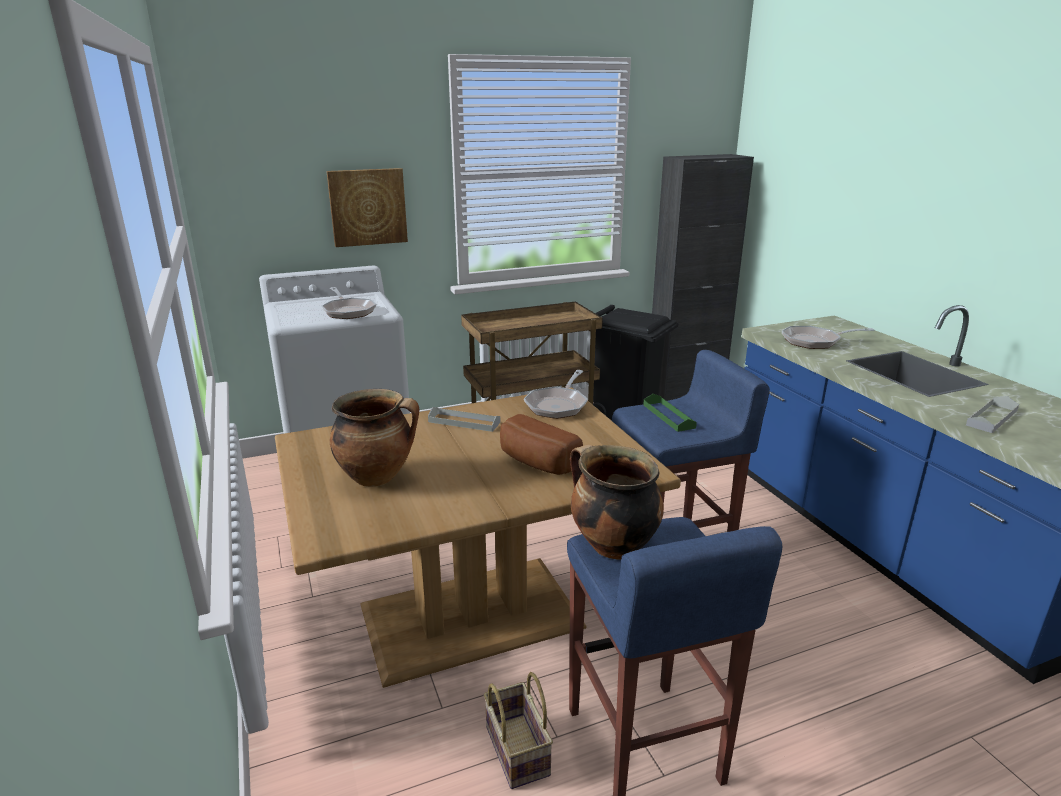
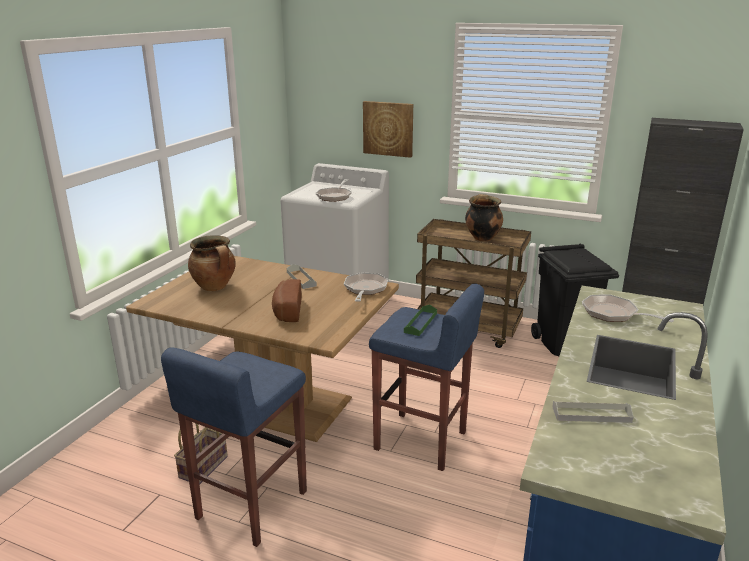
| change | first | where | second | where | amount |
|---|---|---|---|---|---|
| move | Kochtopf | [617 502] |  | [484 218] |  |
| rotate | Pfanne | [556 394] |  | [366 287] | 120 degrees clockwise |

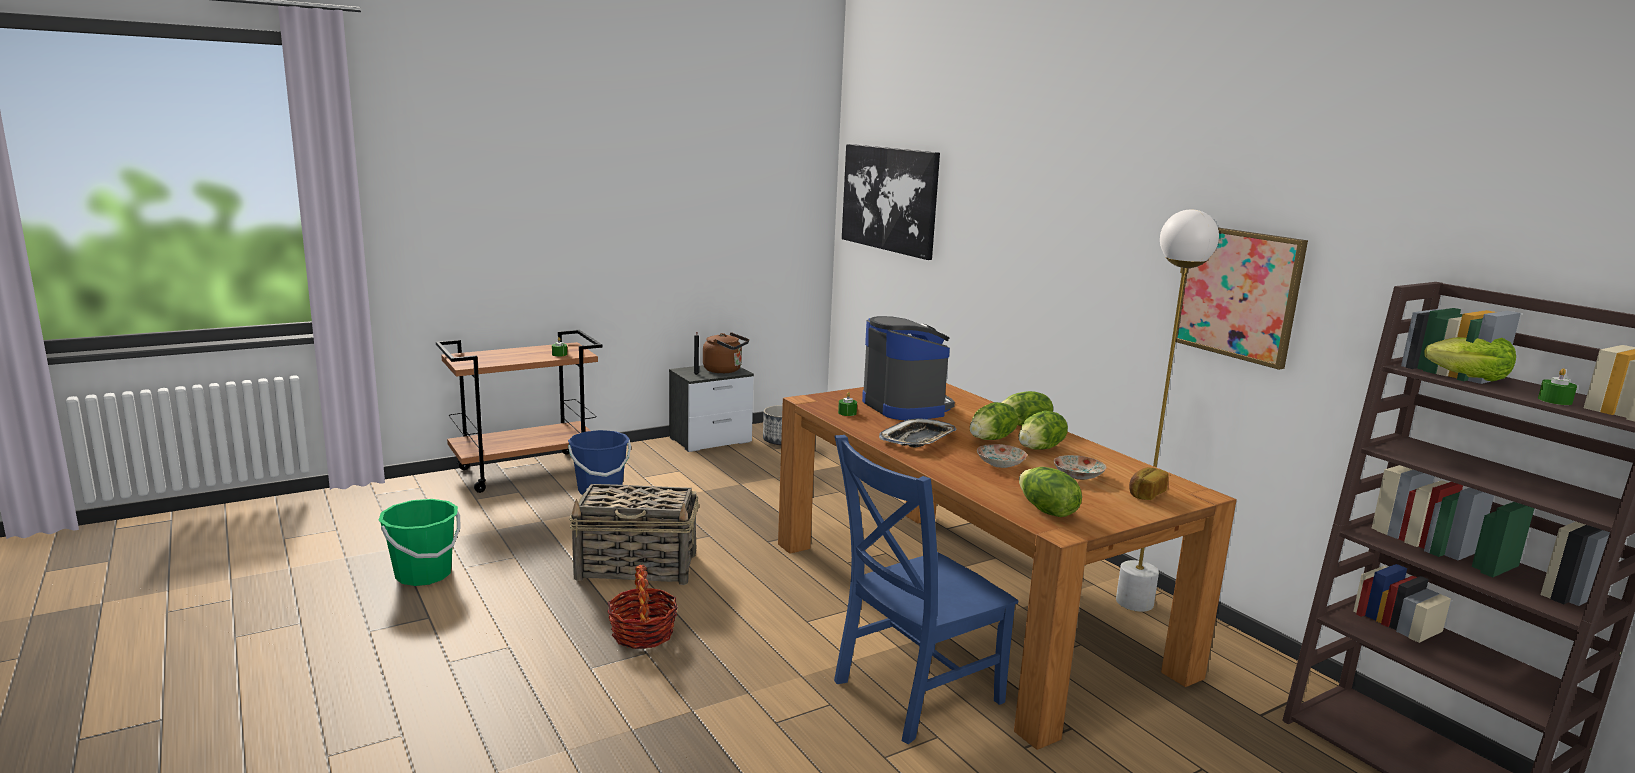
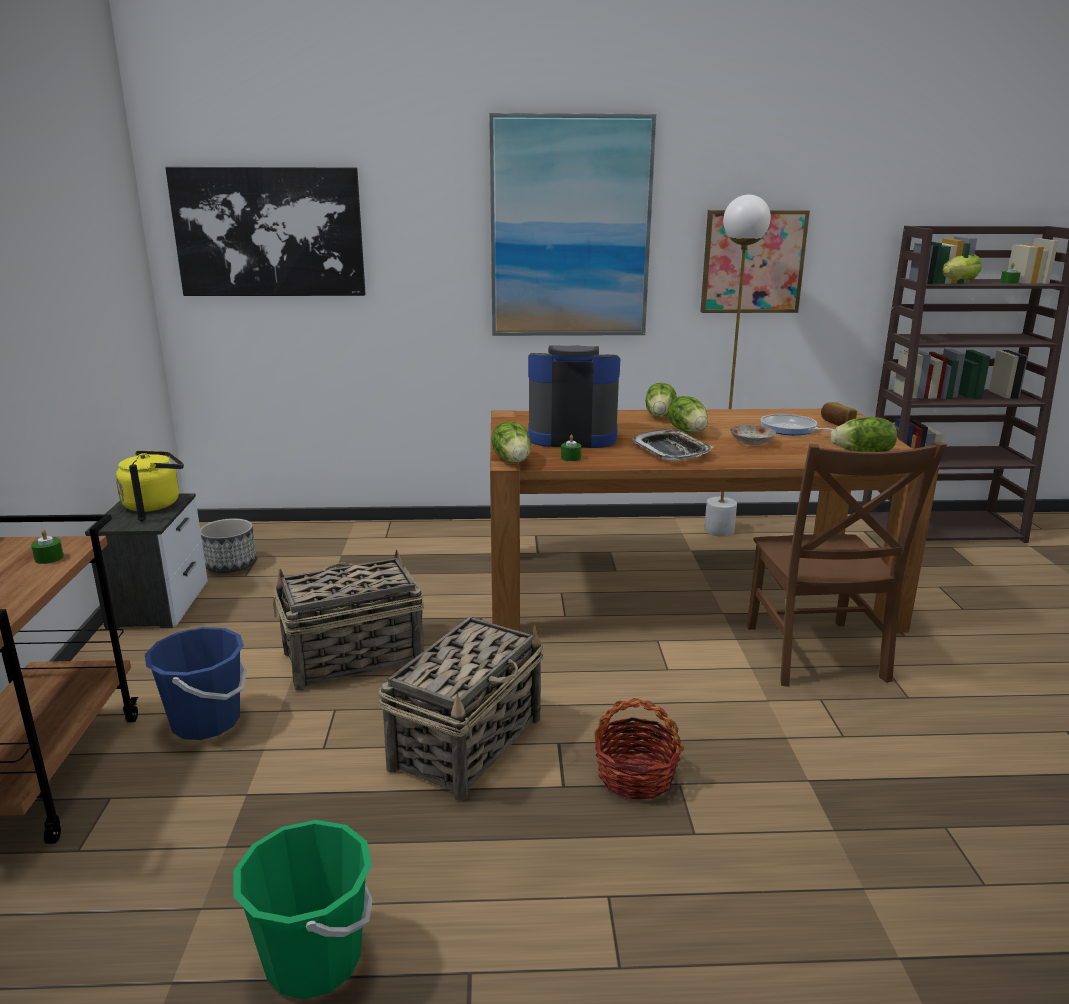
| change | first | where | second | where | amount |
|---|---|---|---|---|---|
| insert |  |  | Korb | [348 620] |  |
| insert |  |  | Bild | [572 224] |  |
| move | Salatkopf | [1043 430] |  | [511 442] |  |
| replace | Teller | [1080 467] | Pfanne | [797 424] |  |
| recolor | Wasserkessel [braun] | [726 352] | Wasserkessel [gelb] | [150 481] |  |
| recolor | Stuhl [blau] | [926 589] | Stuhl [braun] | [847 564] |  |

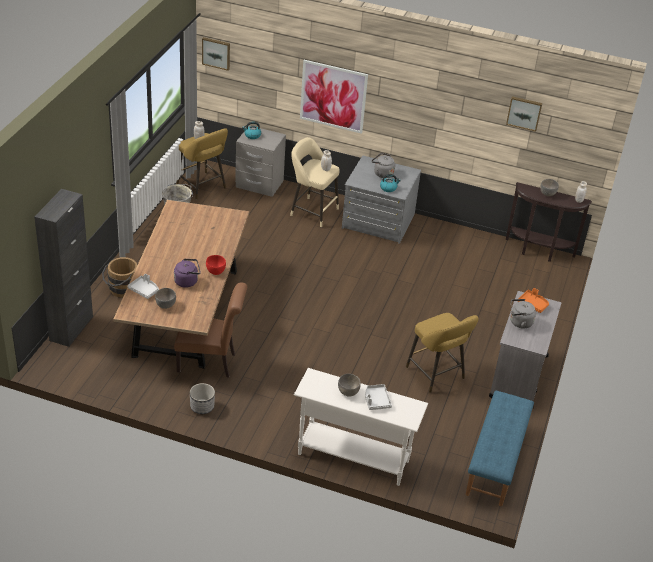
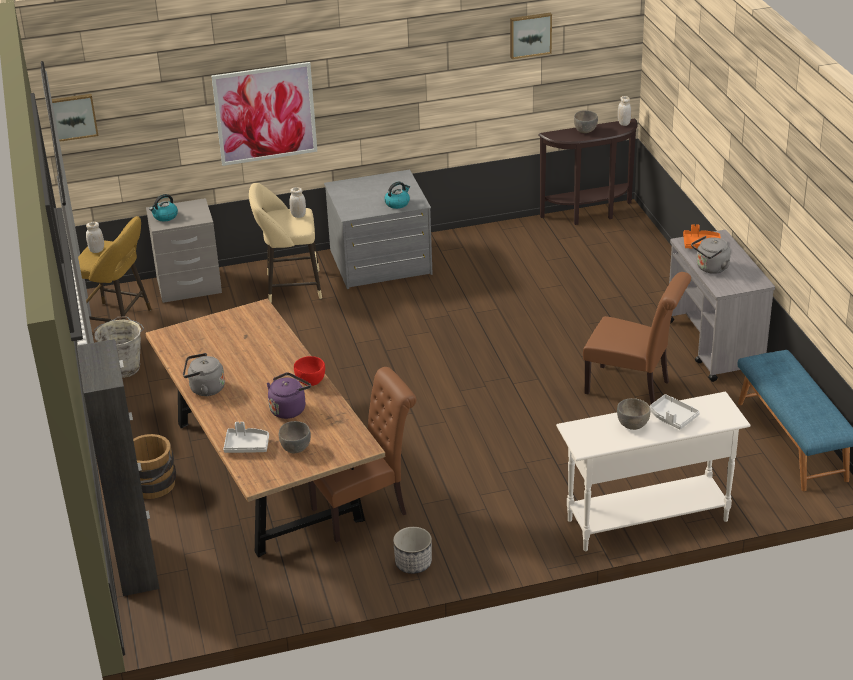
| change | first | where | second | where | amount |
|---|---|---|---|---|---|
| move | Wasserkessel [grau] | [383 165] |  | [204 374] |  |
| replace | Hocker [gelb] | [442 353] | Stuhl [braun] | [637 338] |  |

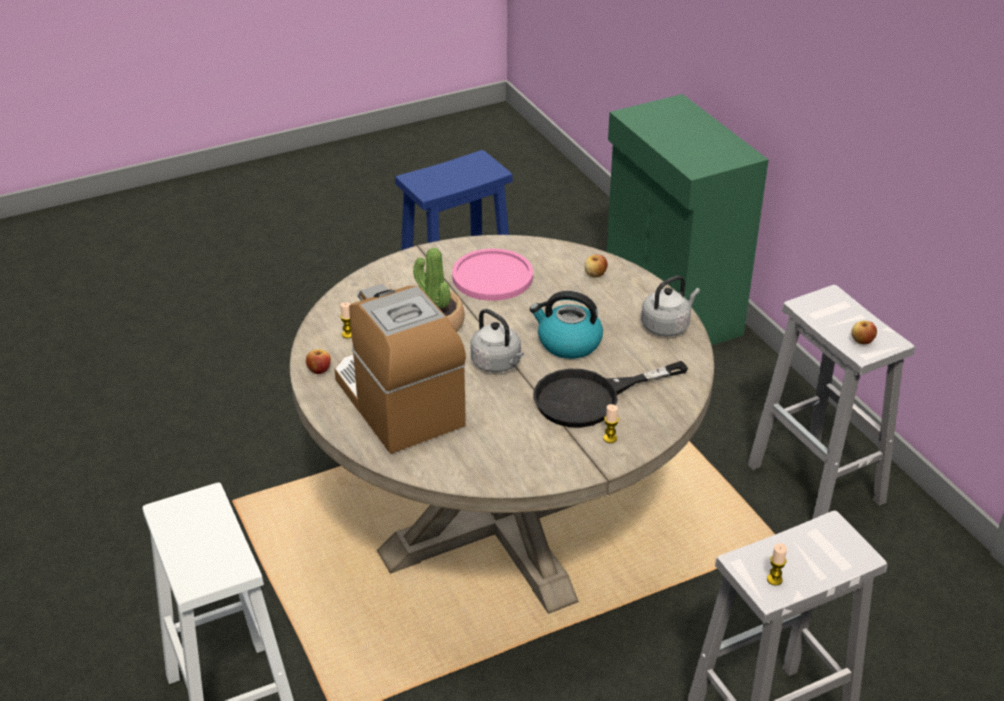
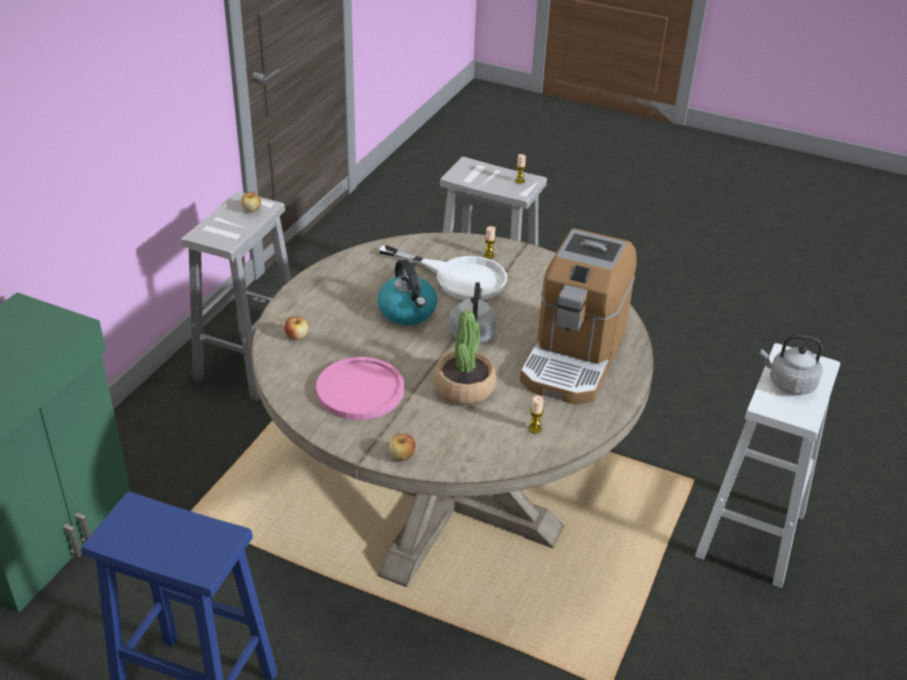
| change | first | where | second | where | amount |
|---|---|---|---|---|---|
| move | Apfel | [318 361] |  | [402 447] |  |
| move | Wasserkessel [grau] | [670 305] |  | [791 365] |  |
| recolor | Pfanne [schwarz] | [610 394] | Pfanne [weiß] | [443 272] |  |

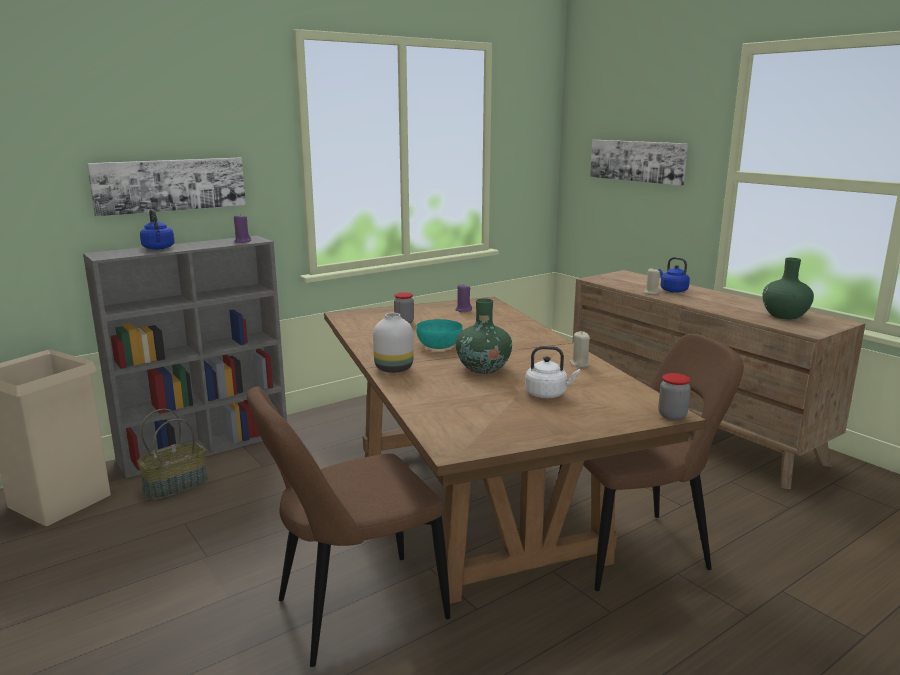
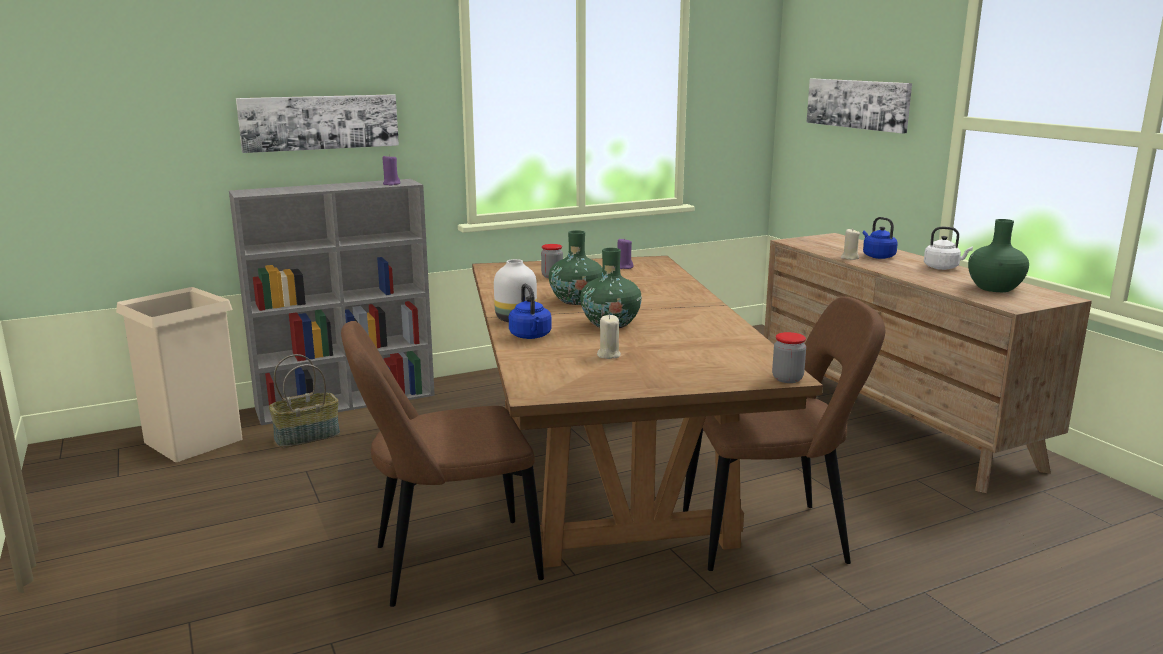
| change | first | where | second | where | amount |
|---|---|---|---|---|---|
| move | Wasserkessel [blau] | [157 229] |  | [530 311] |  |
| move | Wasserkessel [weiß] | [552 372] |  | [948 248] |  |
| move | Kerze [beige] | [579 349] |  | [609 337] |  |
| replace | Schüssel [türkis] | [439 334] | Vase [grün] | [575 267] |  |

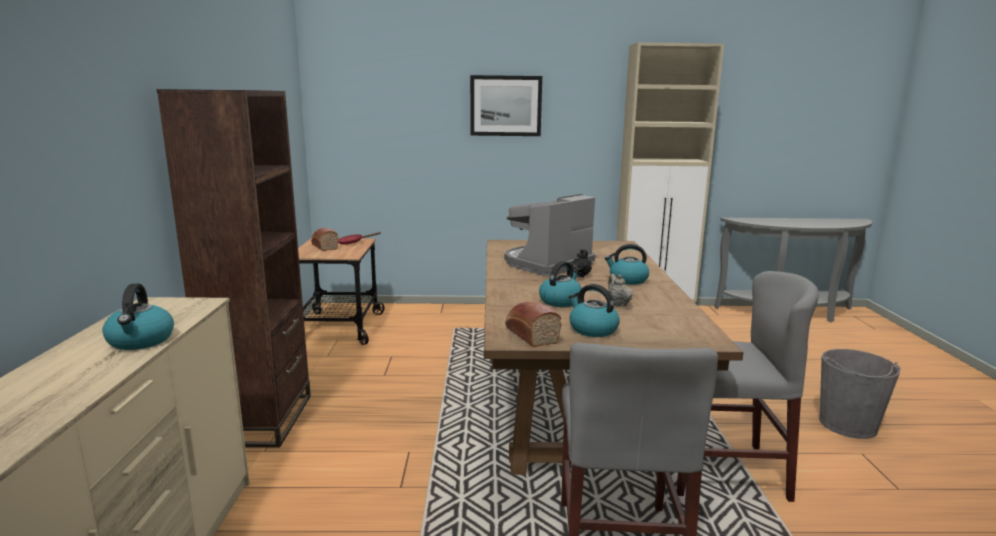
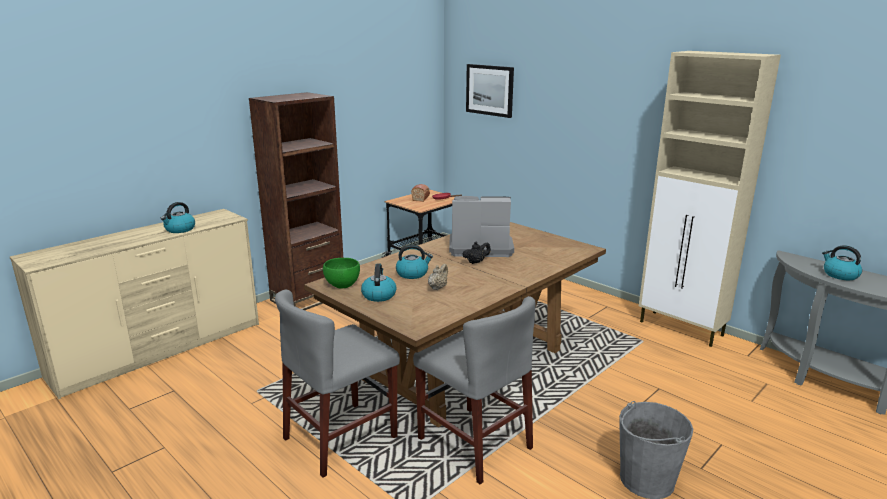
| change | first | where | second | where | amount |
|---|---|---|---|---|---|
| move | Bild | [506 105] |  | [490 91] |  |
| move | Wasserkessel | [627 264] |  | [842 262] |  |
| replace | Brot | [533 324] | Schüssel [grün] | [341 273] |  |

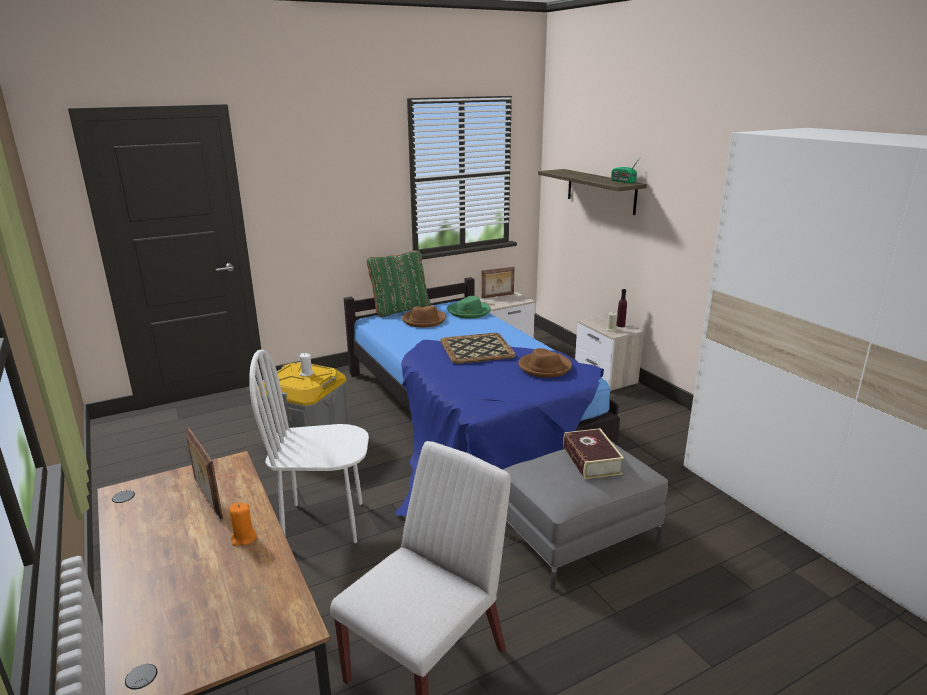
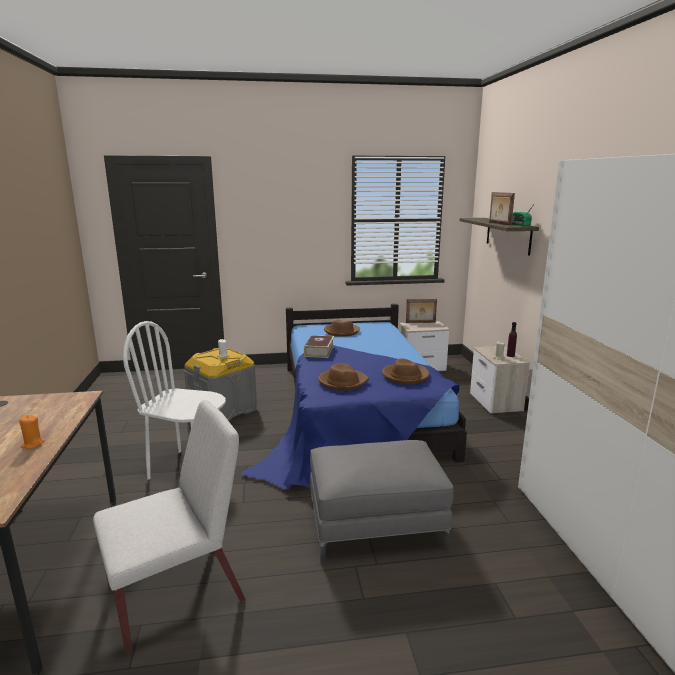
| change | first | where | second | where | amount |
|---|---|---|---|---|---|
| delete | Kissen [grün] | [399 283] |  |  |  |
| delete | Tablett | [478 348] |  |  |  |
| delete | Hut [grün] | [469 307] |  |  |  |
| insert |  |  | Hut [braun] | [343 377] |  |
| move | Bilderrahmen | [204 473] |  | [502 209] |  |
| move | Buch | [593 453] |  | [319 346] |  |

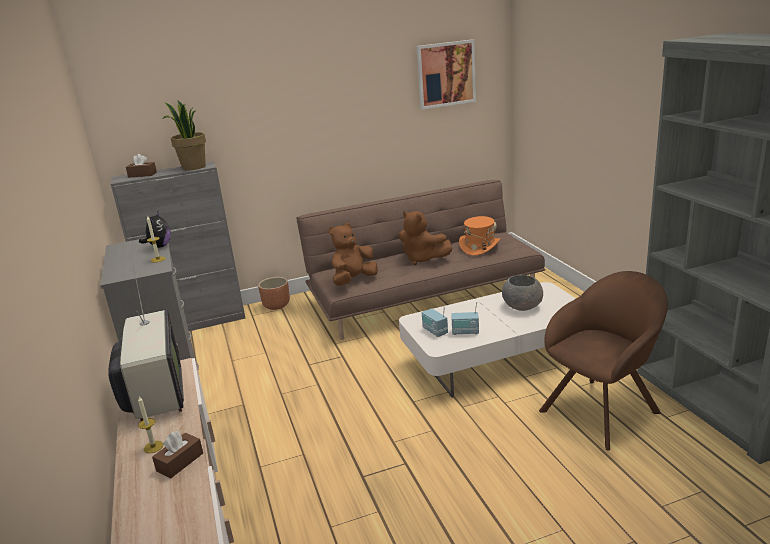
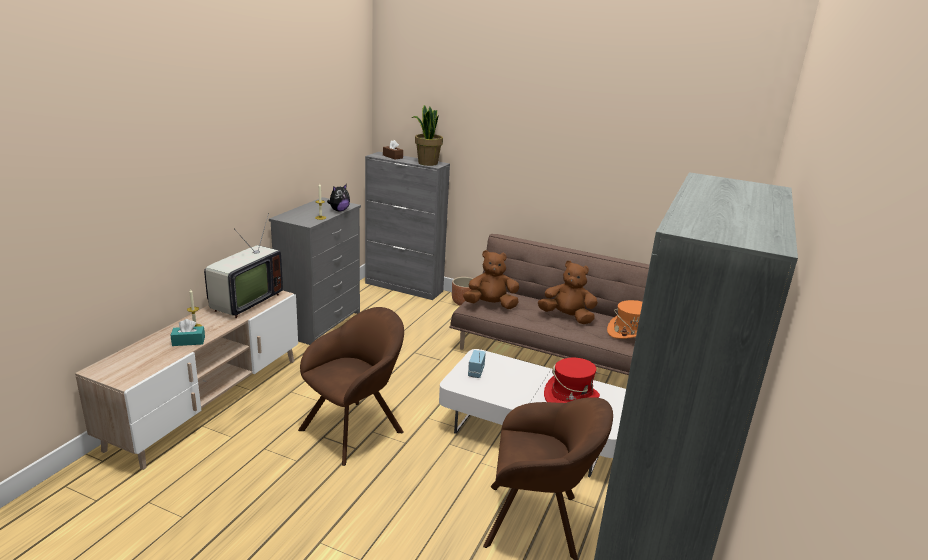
| change | first | where | second | where | amount |
|---|---|---|---|---|---|
| delete | Bild | [446 74] |  |  |  |
| delete | Radio | [465 318] |  |  |  |
| insert |  |  | Sessel [braun] | [351 386] |  |
| replace | Schüssel [grau] | [522 293] | Hut [rot] | [572 380] |  |
| recolor | Taschentuchbox [braun] | [177 454] | Taschentuchbox [türkis] | [188 332] |  |
| rotate | Plüschtier [braun] | [425 238] |  | [568 292] | 120 degrees clockwise |

